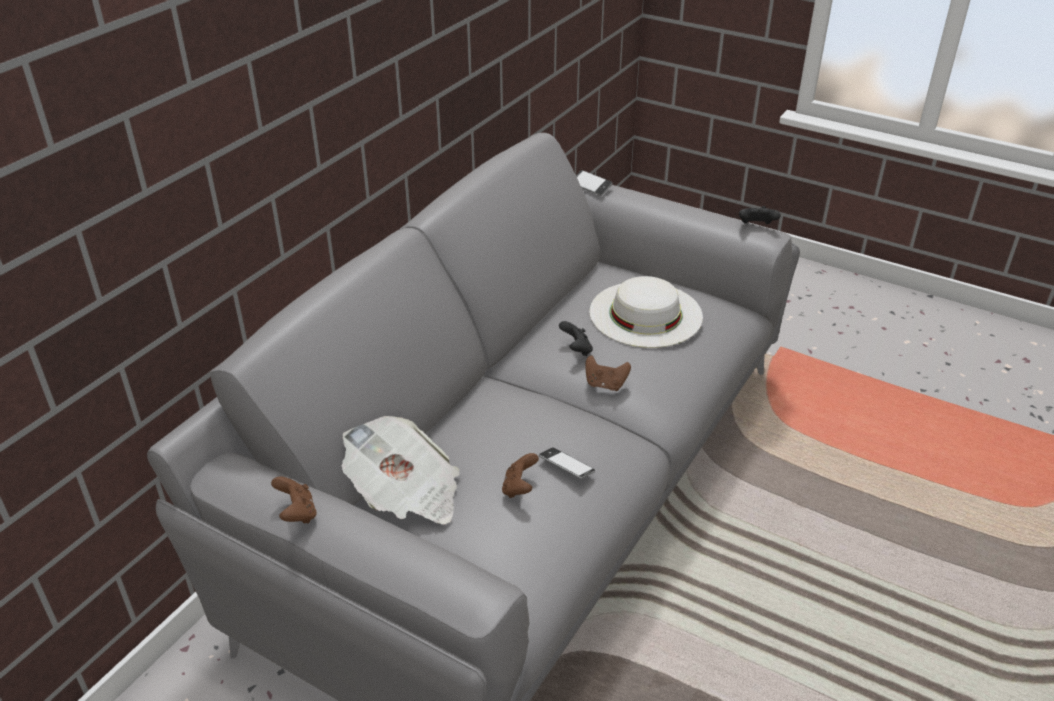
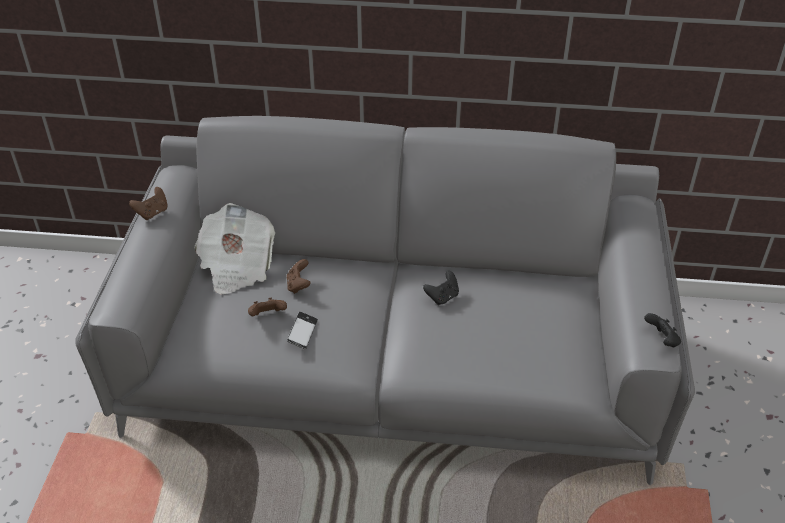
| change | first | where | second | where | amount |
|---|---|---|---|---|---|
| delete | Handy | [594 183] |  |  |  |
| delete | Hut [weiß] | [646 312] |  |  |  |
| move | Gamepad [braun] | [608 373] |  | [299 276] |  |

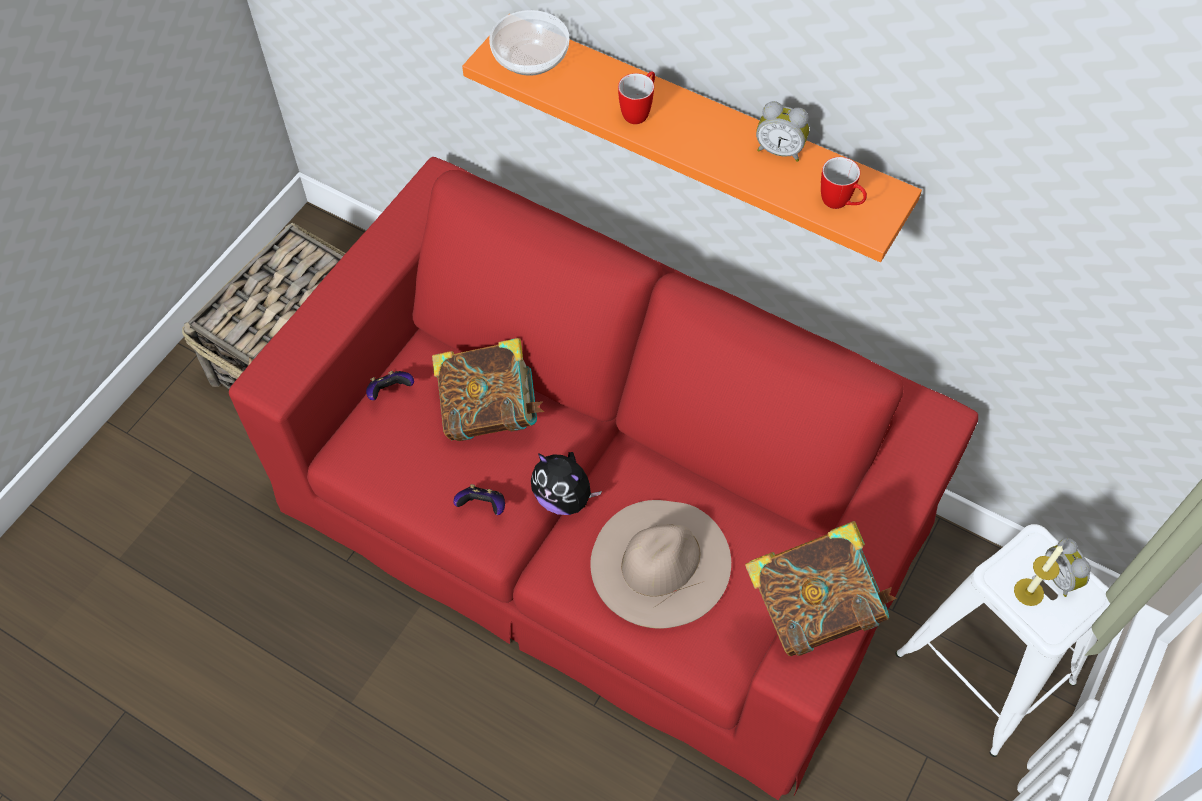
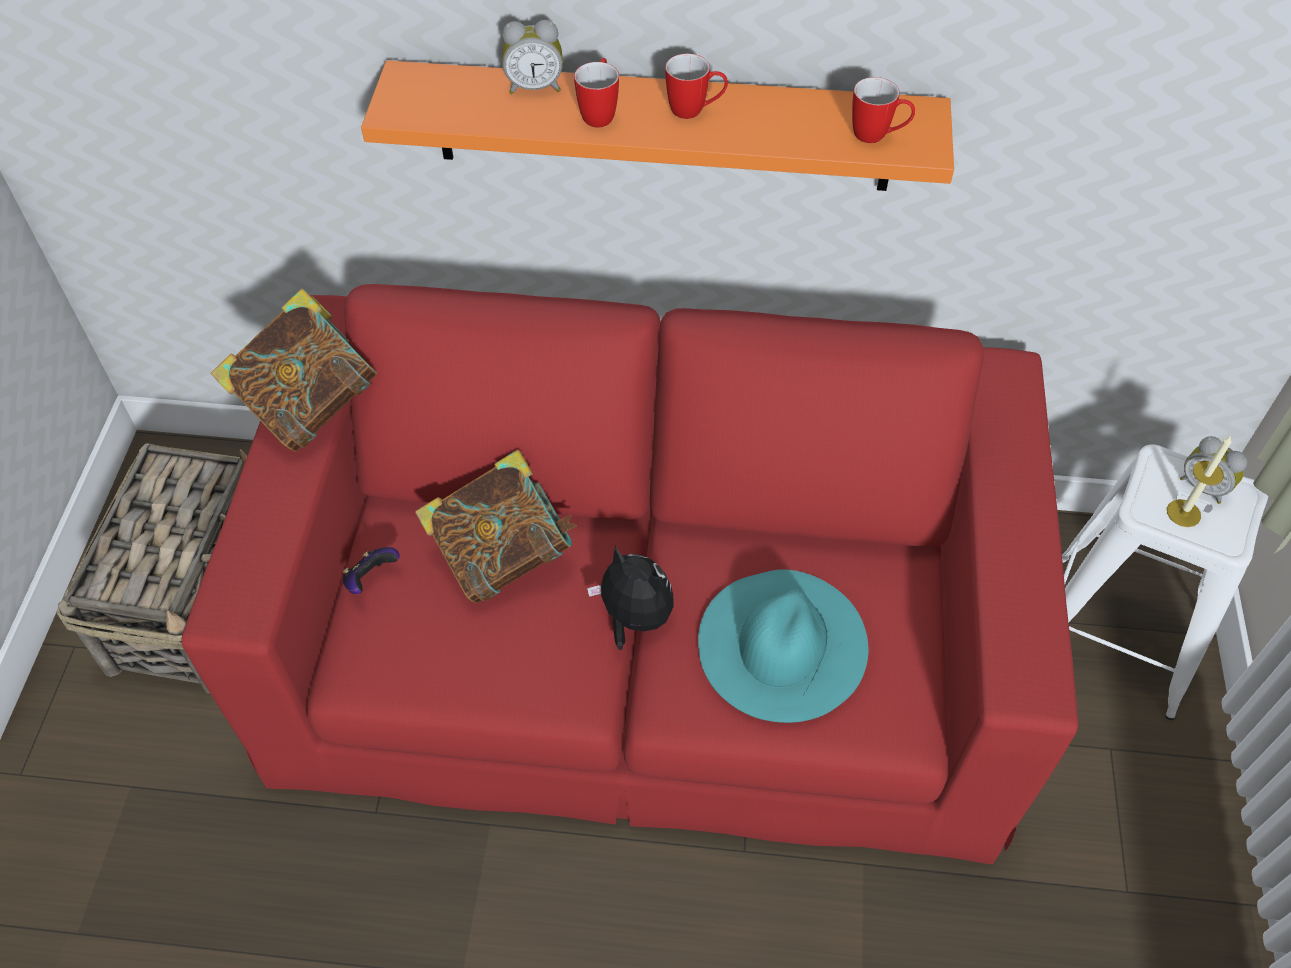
| change | first | where | second | where | amount |
|---|---|---|---|---|---|
| delete | Gamepad | [479 499] |  |  |  |
| delete | Schüssel | [529 43] |  |  |  |
| insert |  |  | Henkelbecher | [696 86] |  |
| move | Buch | [821 588] |  | [294 370] |  |
| move | Wecker | [782 131] |  | [532 57] |  |
| recolor | Hut [beige] | [660 564] | Hut [türkis] | [783 646] |  |
| rotate | Plüschtier | [566 483] |  | [630 598] | 150 degrees counterclockwise |

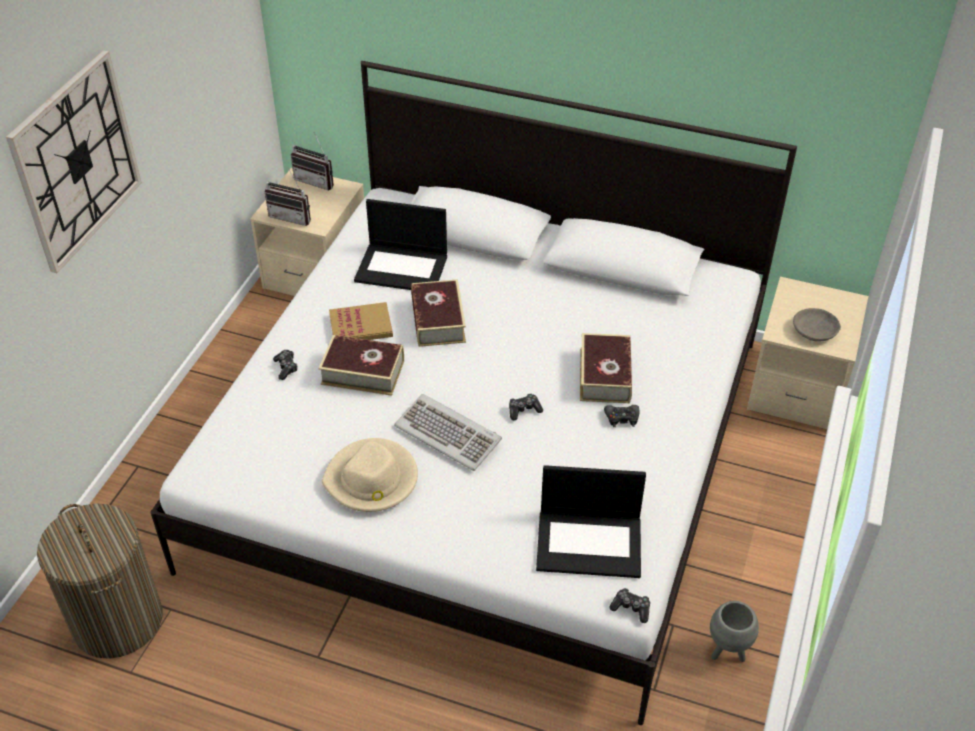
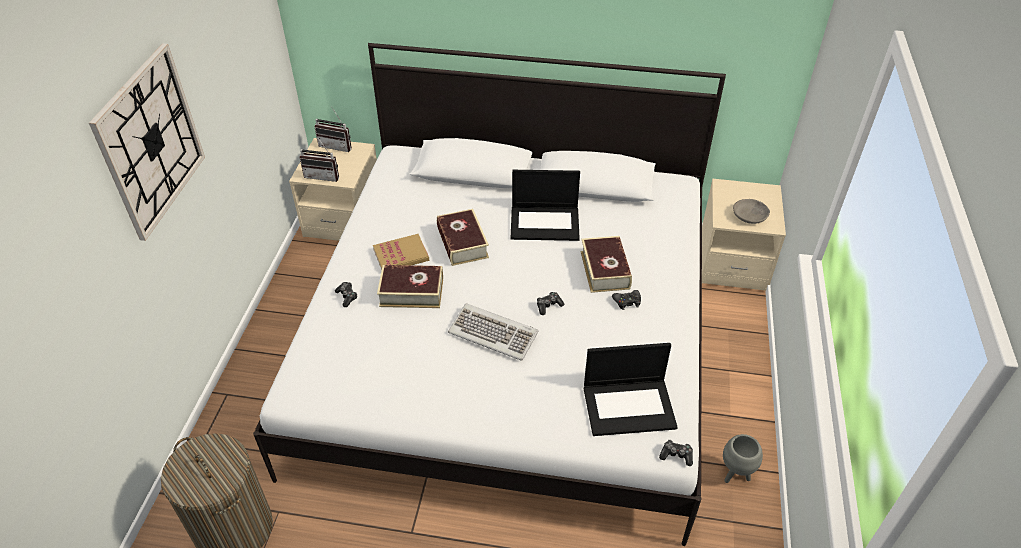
| change | first | where | second | where | amount |
|---|---|---|---|---|---|
| delete | Hut [beige] | [370 475] |  |  |  |
| move | Laptop | [400 244] |  | [545 205] |  |

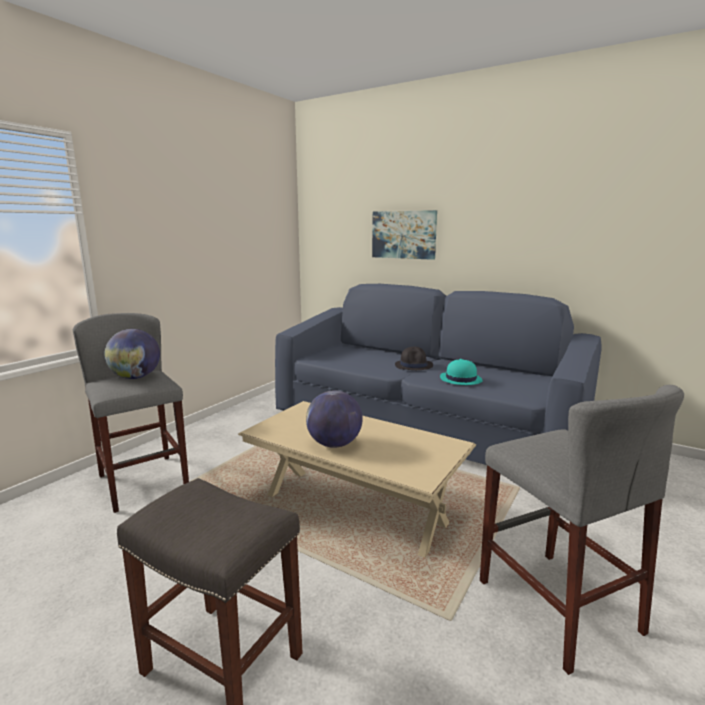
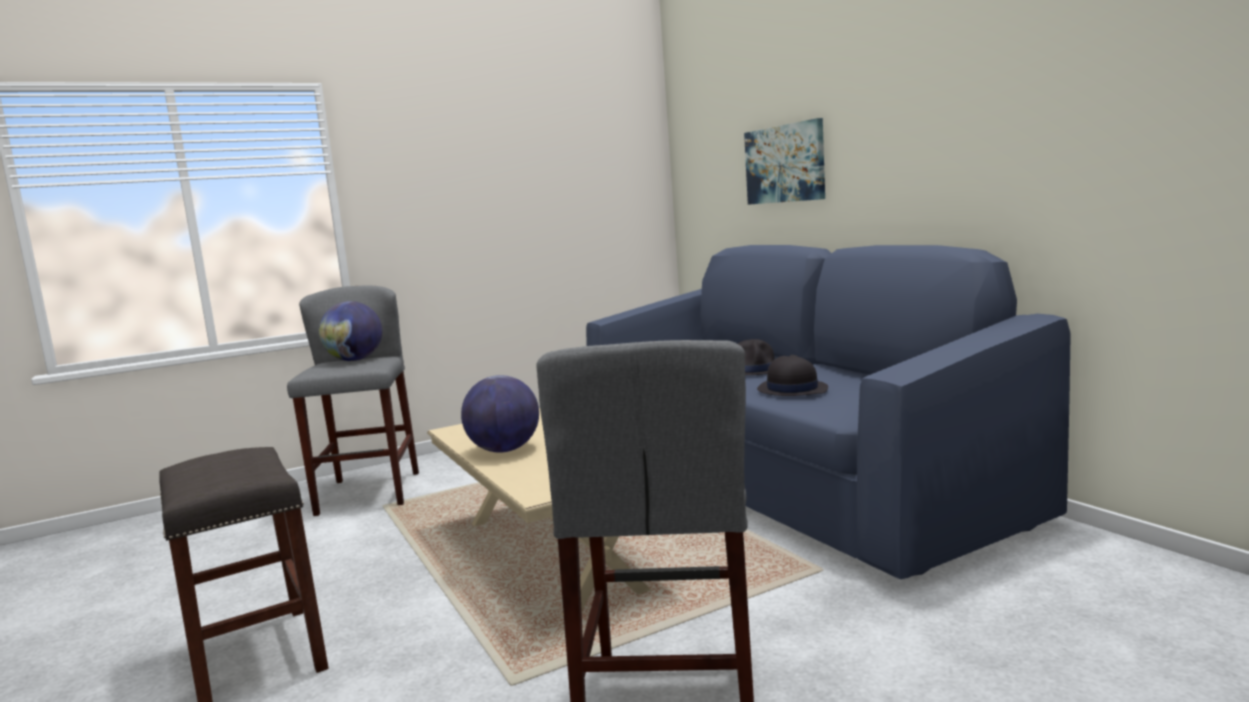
| change | first | where | second | where | amount |
|---|---|---|---|---|---|
| recolor | Hut [türkis] | [461 372] | Hut [schwarz] | [792 375] |  |

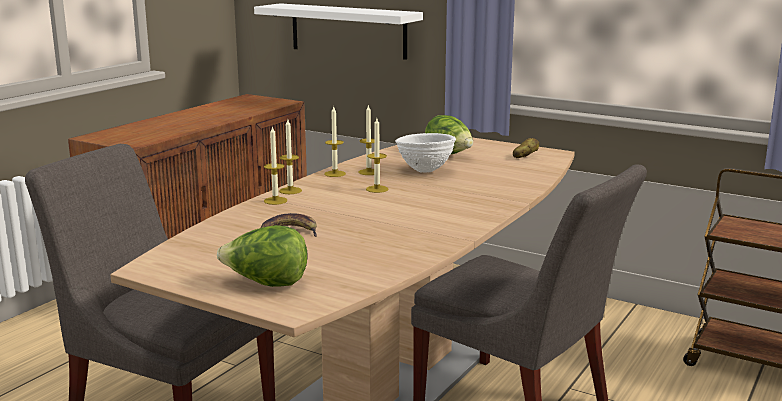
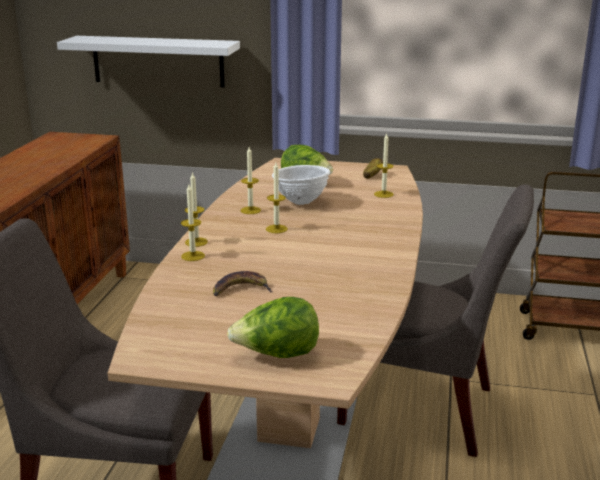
| change | first | where | second | where | amount |
|---|---|---|---|---|---|
| move | Kerze | [335 142] |  | [384 165] |  |

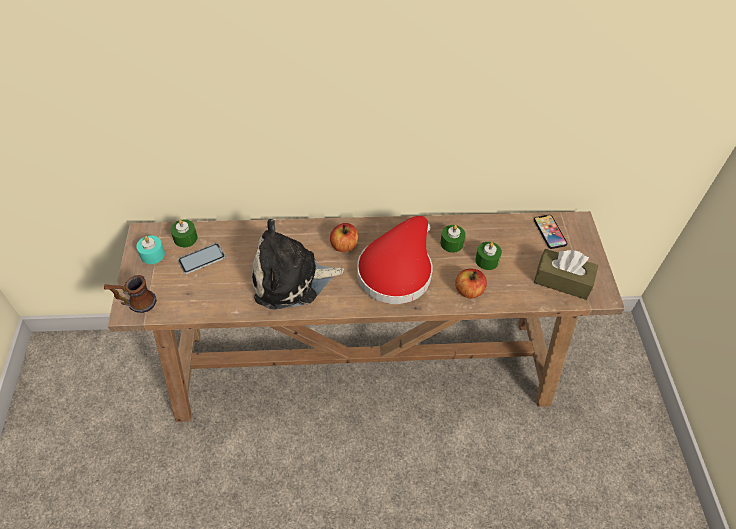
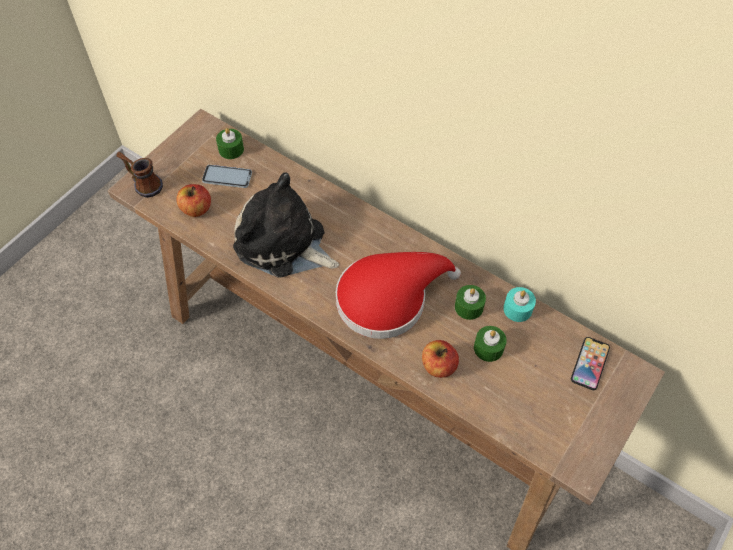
| change | first | where | second | where | amount |
|---|---|---|---|---|---|
| delete | Taschentuchbox [braun] | [566 274] |  |  |  |
| move | Kerze [türkis] | [150 250] |  | [519 304] |  |
| move | Apfel | [344 237] |  | [193 200] |  |

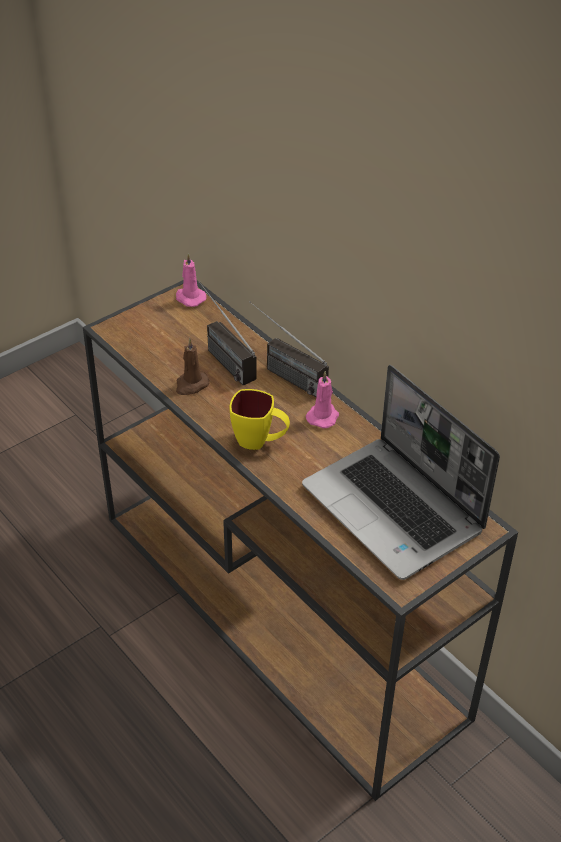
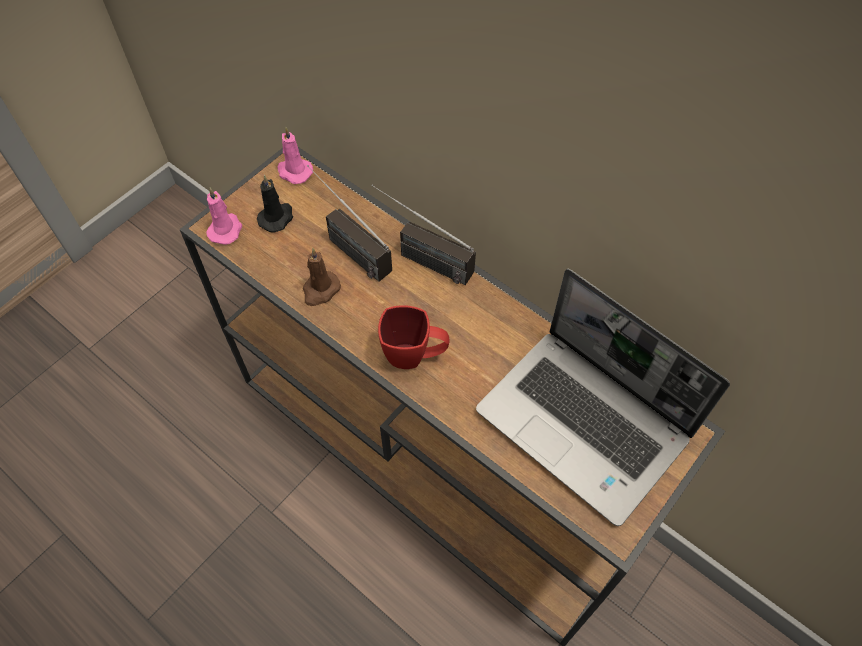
| change | first | where | second | where | amount |
|---|---|---|---|---|---|
| insert |  |  | Kerze [schwarz] | [275 203] |  |
| move | Kerze [rosa] | [322 399] |  | [224 216] |  |
| recolor | Henkelbecher [gelb] | [260 419] | Henkelbecher [rot] | [414 337] |  |

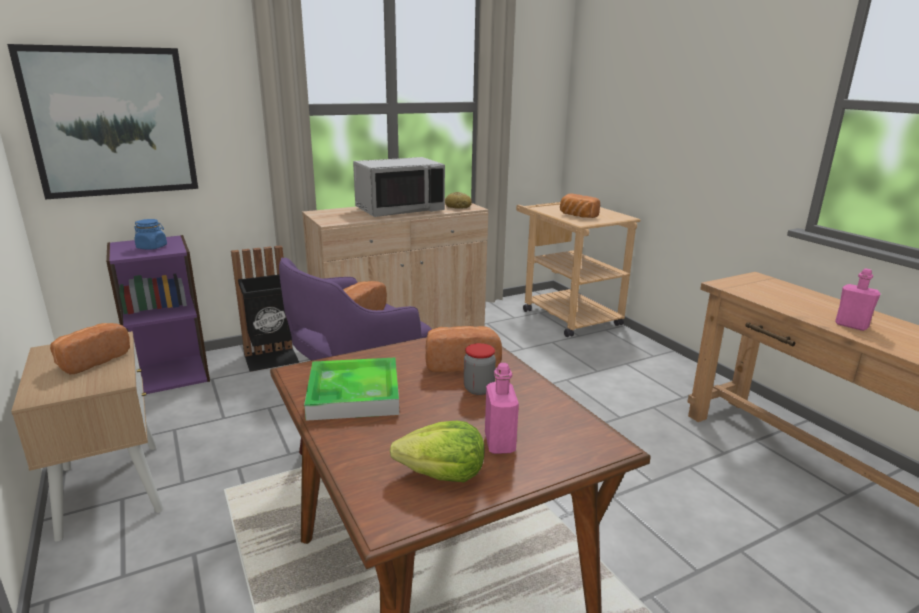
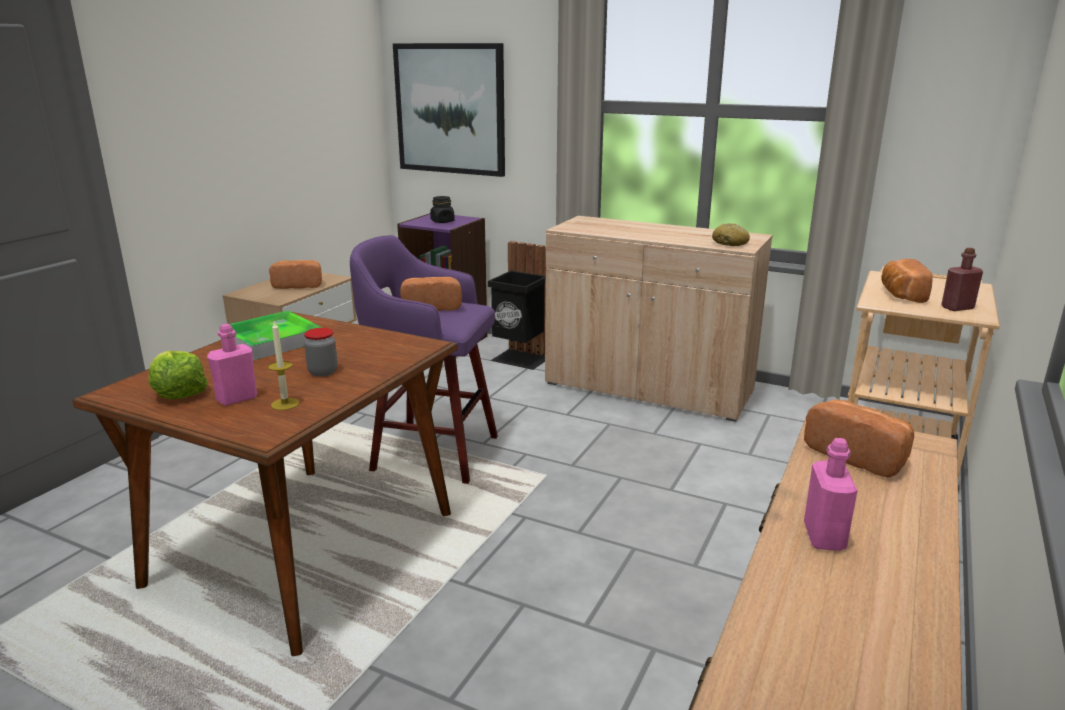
| change | first | where | second | where | amount |
|---|---|---|---|---|---|
| delete | Mikrowelle [grau] | [399 187] |  |  |  |
| insert |  |  | Kerze | [283 365] |  |
| insert |  |  | Flasche [rot] | [962 279] |  |
| move | Brot | [463 349] |  | [859 438] |  |
| recolor | Vorratsglas [blau] | [150 234] | Vorratsglas [schwarz] | [442 209] |  |

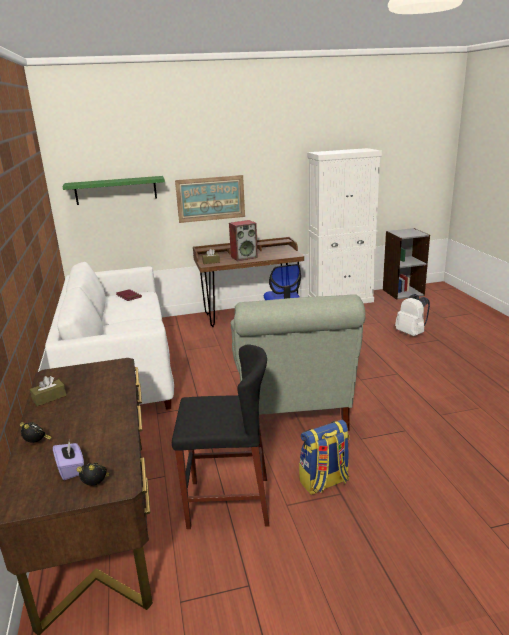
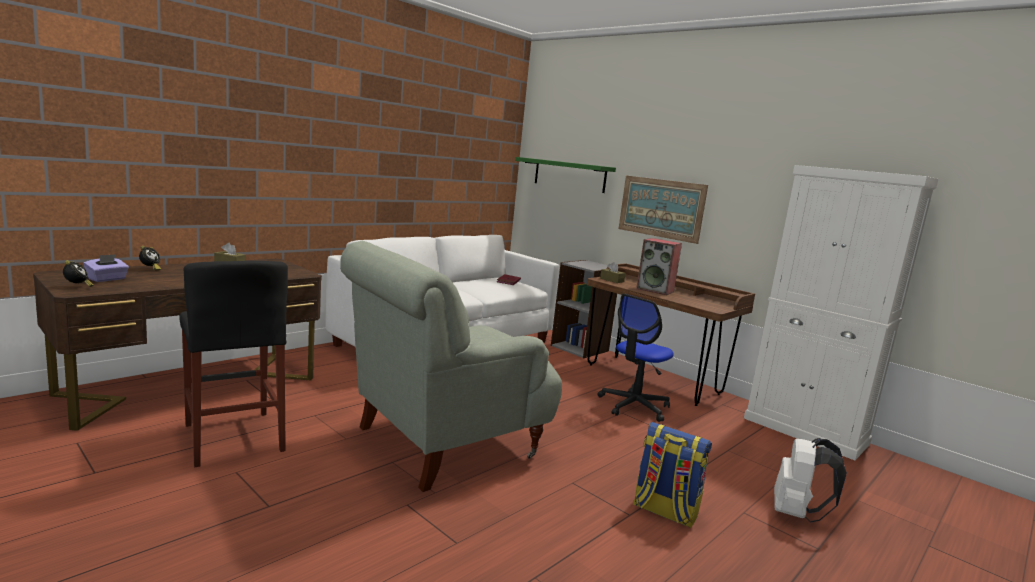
| change | first | where | second | where | amount |
|---|---|---|---|---|---|
| move | Rucksack | [324 457] |  | [672 475] |  |
| move | Bücherregal [grau] | [406 264] |  | [584 309] |  |

